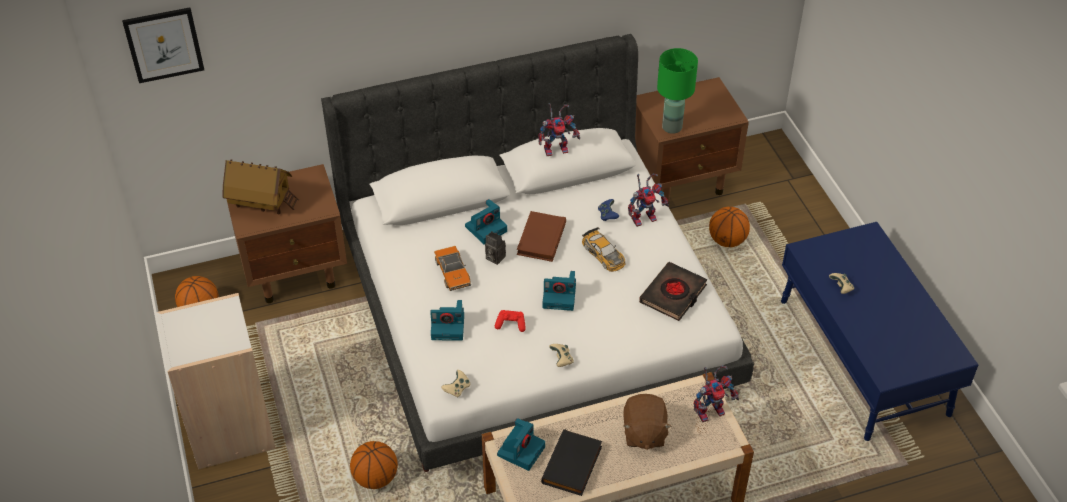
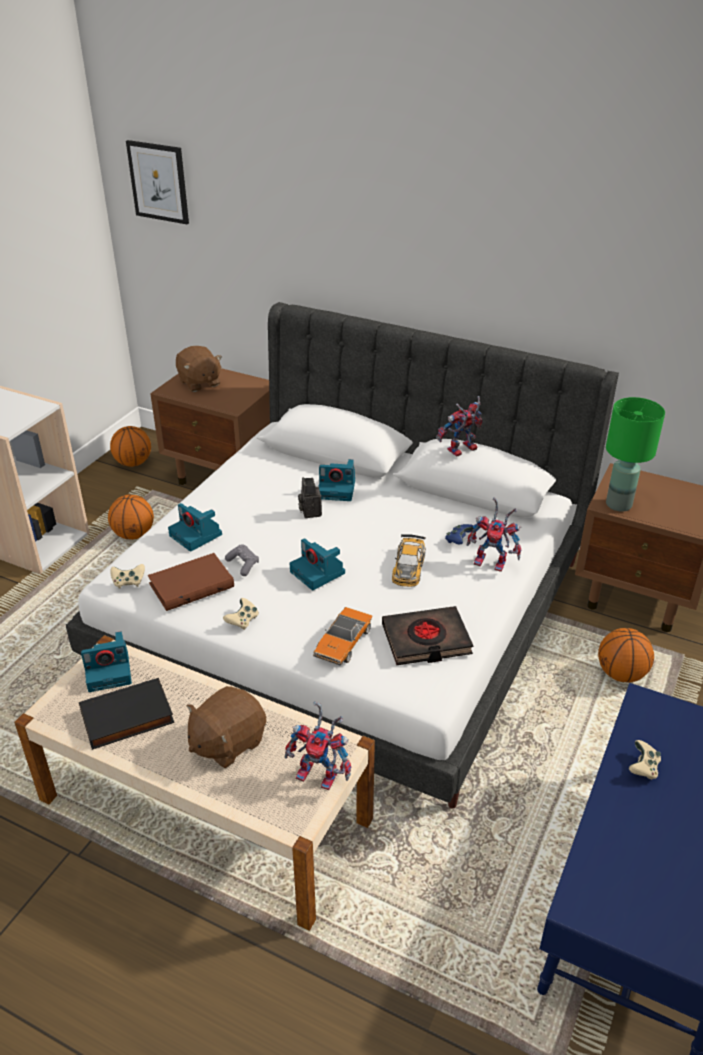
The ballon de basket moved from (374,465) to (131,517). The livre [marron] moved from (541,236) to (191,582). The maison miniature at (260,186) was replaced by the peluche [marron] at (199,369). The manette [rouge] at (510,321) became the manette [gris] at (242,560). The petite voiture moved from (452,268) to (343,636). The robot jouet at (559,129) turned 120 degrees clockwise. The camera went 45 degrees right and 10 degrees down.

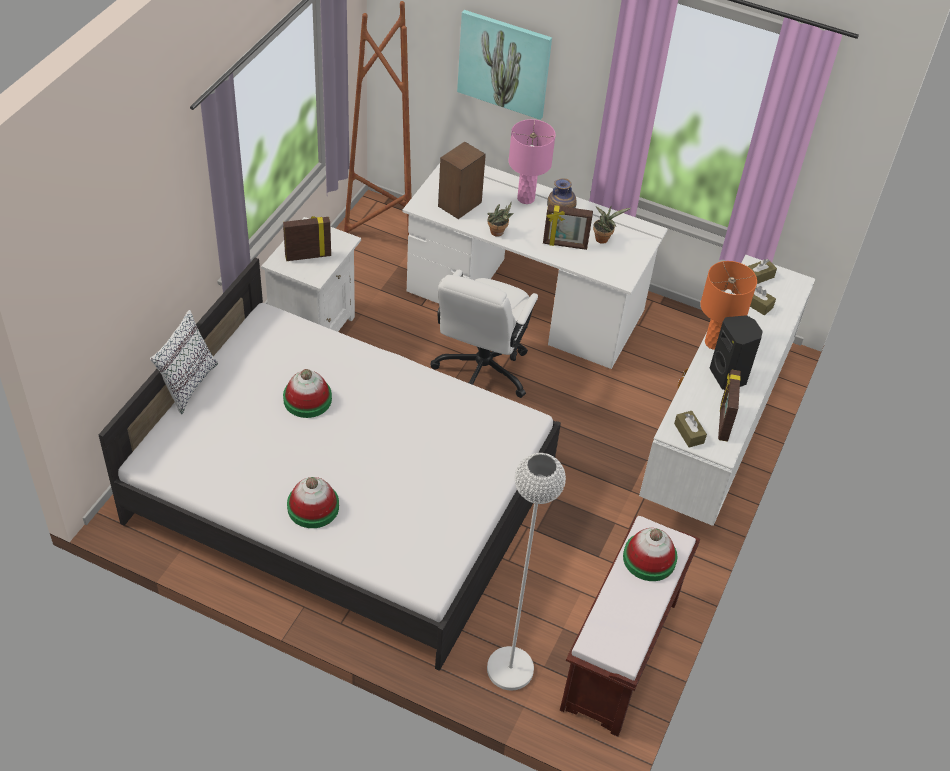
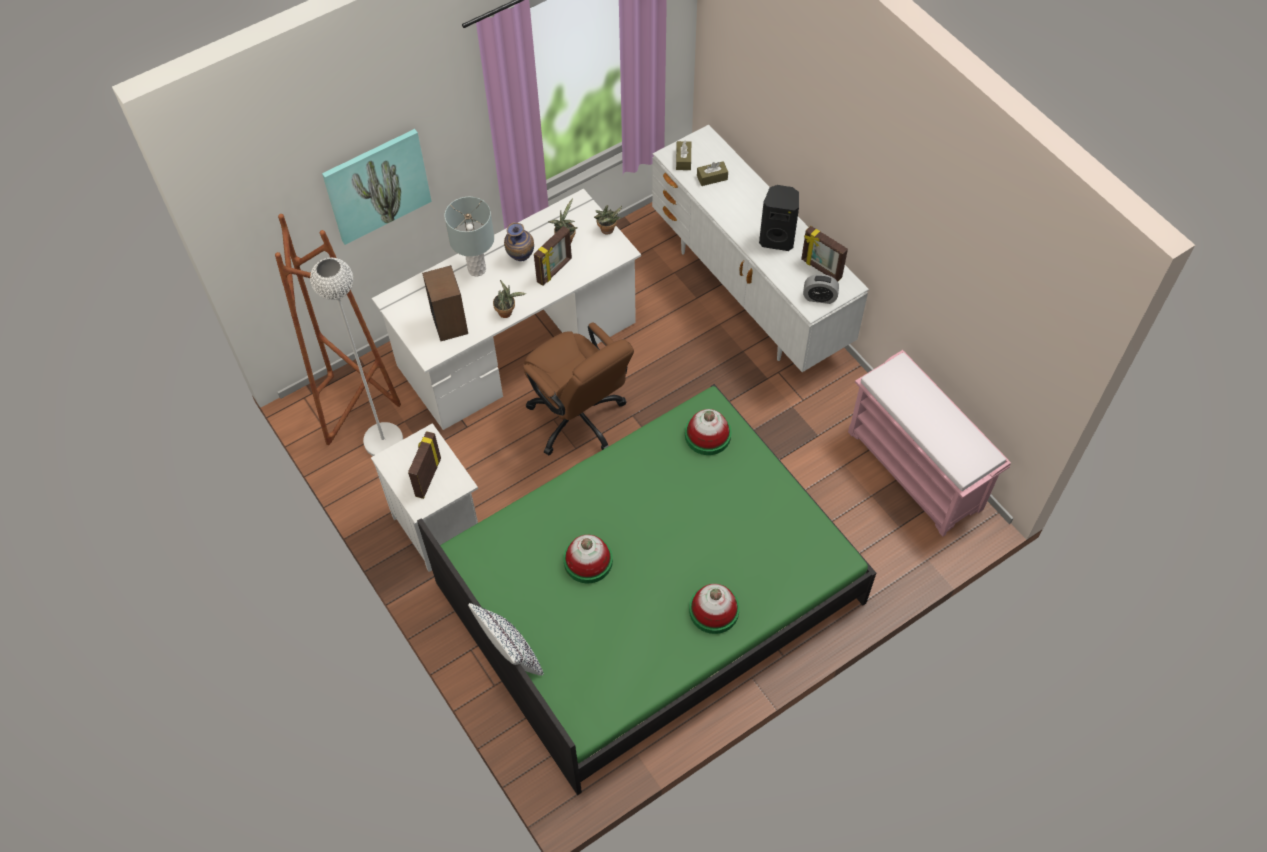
The lampadaire [blanc] moved from (526,571) to (356,357). The lit [blanc] at (330,464) became the lit [vert] at (646,589). The lampe de table [rose] at (532,161) became the lampe de table [gris] at (469,237). The chaise de bureau [blanc] at (484,334) became the chaise de bureau [marron] at (578,389). The plante en pot at (608,219) appeared. The chapeau moved from (650,554) to (708,432). The boîte à mouchoirs [marron] at (690,429) was replaced by the réveil at (821,289). The banc [marron] at (630,626) became the banc [rose] at (929,443). The lampe de table [orange] at (728,305) disappeared. The camera went 55 degrees left and 10 degrees up.

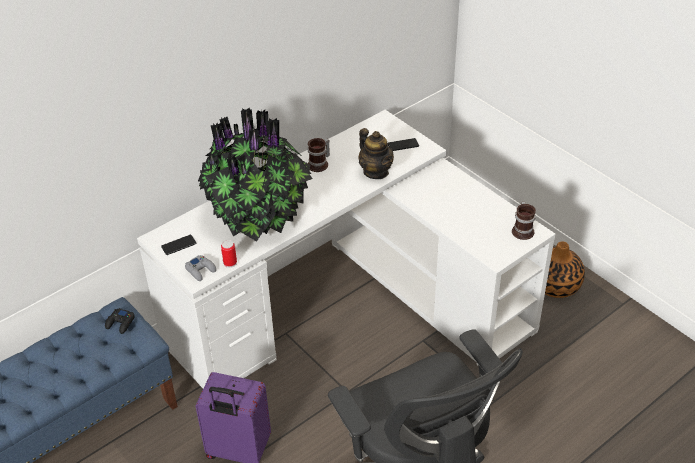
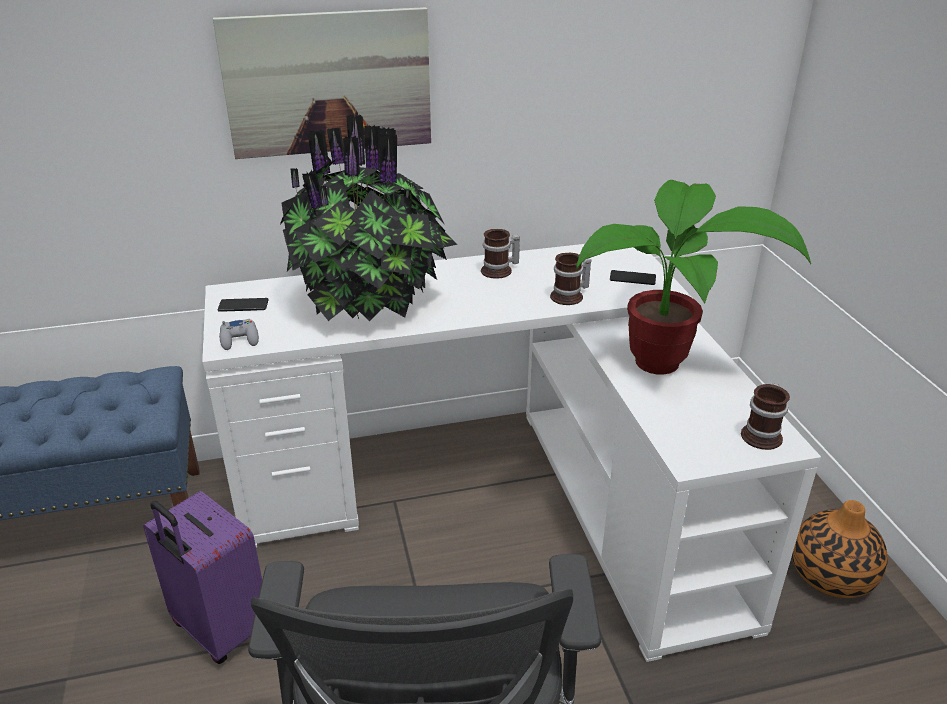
The tableau at (322,83) appeared. The théière at (376,153) was replaced by the mug at (571,279). The plante en pot at (693,277) appeared. The manette [noir] at (120,321) disappeared. The boîte métallique at (229,254) disappeared. The camera went 25 degrees right and 10 degrees down.

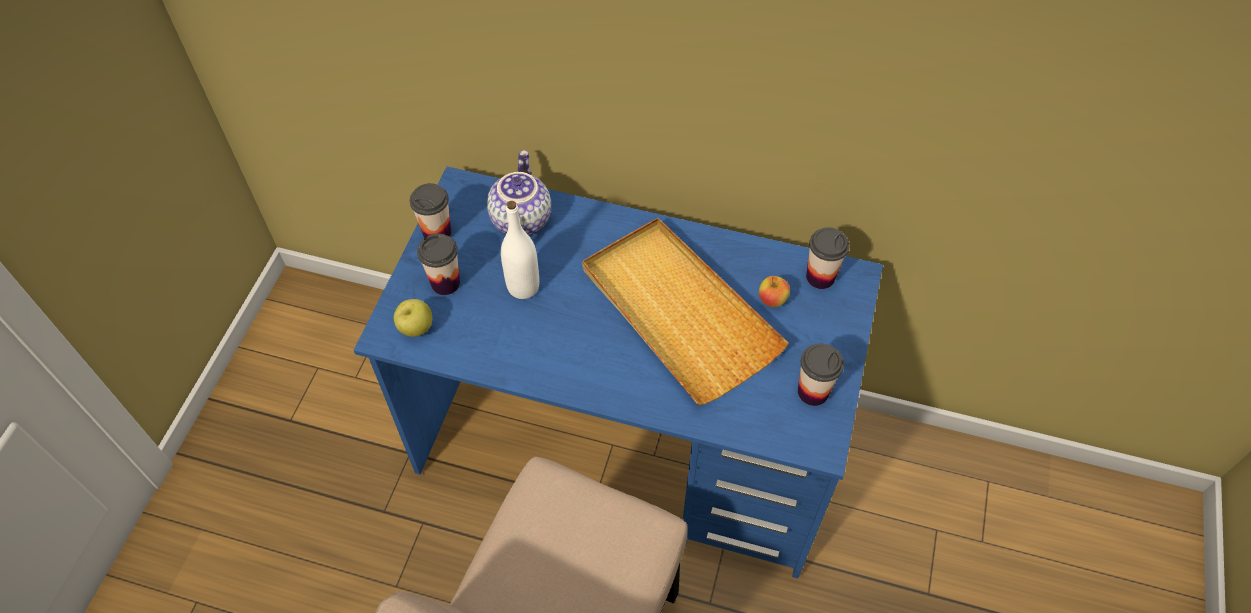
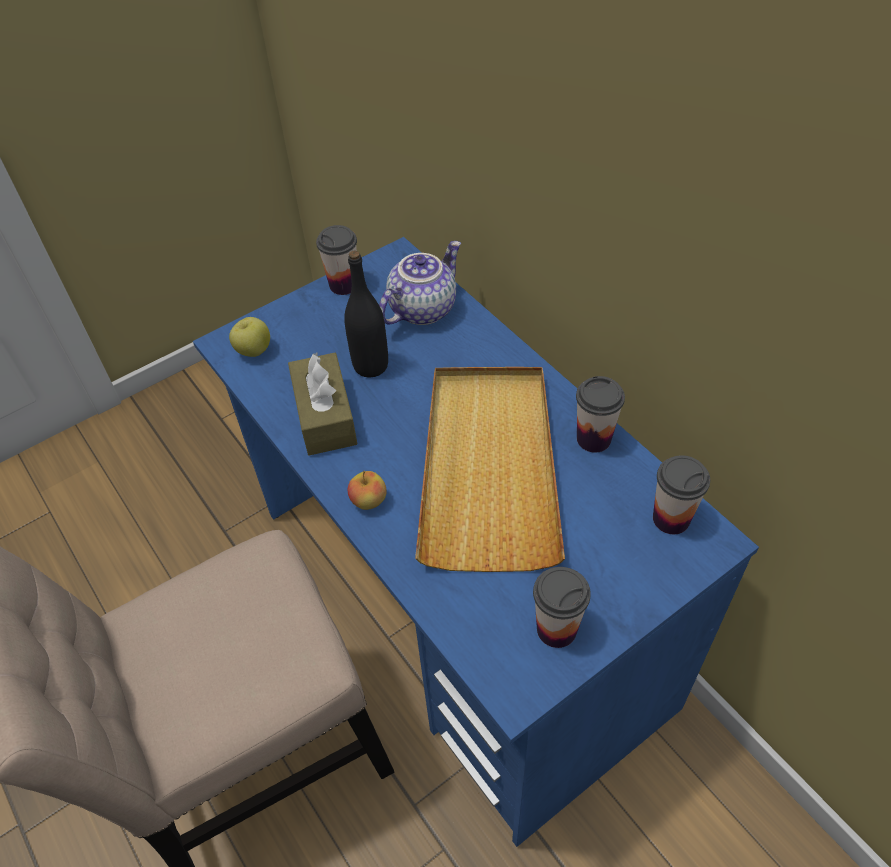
The boîte à mouchoirs [marron] at (322,404) appeared. The bouteille [blanc] at (520,250) became the bouteille [noir] at (366,313). The pomme moved from (774,291) to (367,490). The tasse moved from (438,264) to (600,414). The camera went 40 degrees right and 5 degrees down.

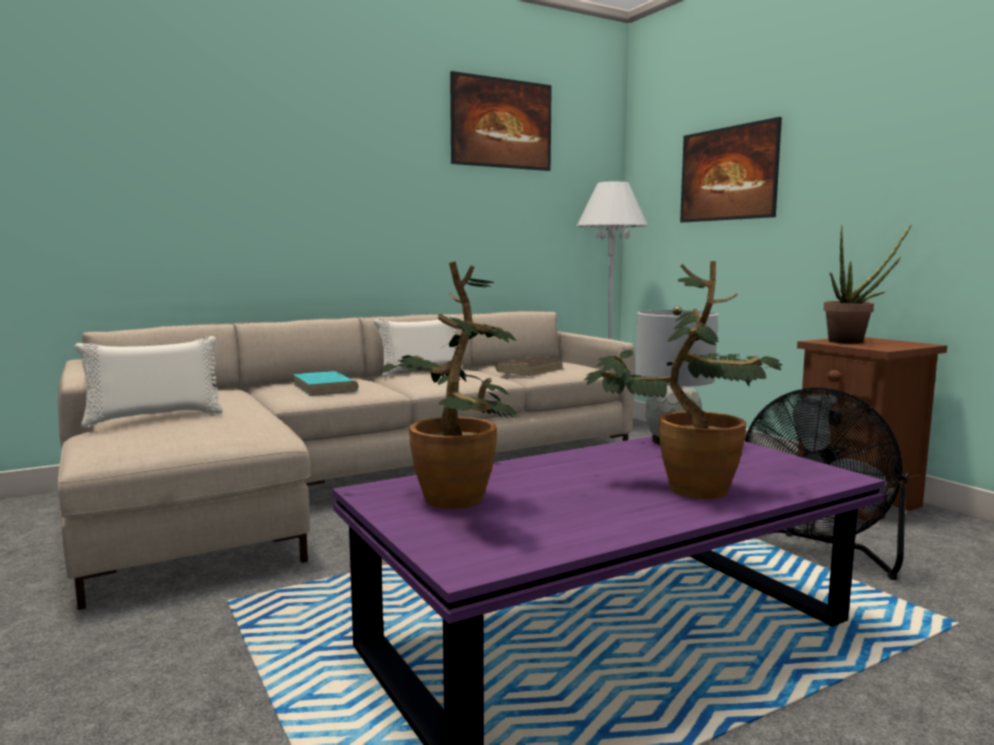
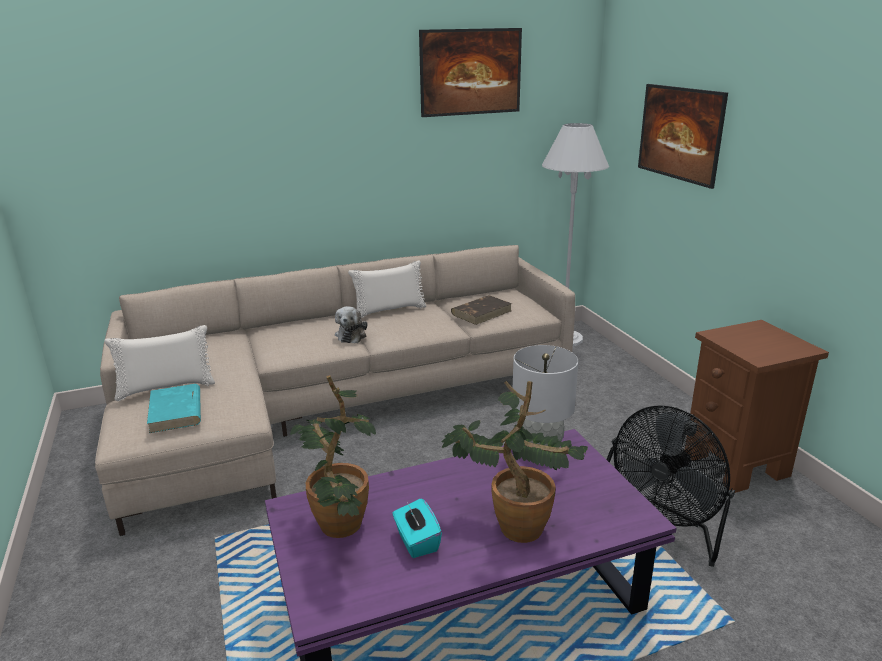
The livre [turquoise] moved from (325,383) to (174,408). The peluche at (351,324) appeared. The boîte à mouchoirs [turquoise] at (417,528) appeared. The plante en pot at (868,283) disappeared. The camera went 10 degrees right and 15 degrees up.

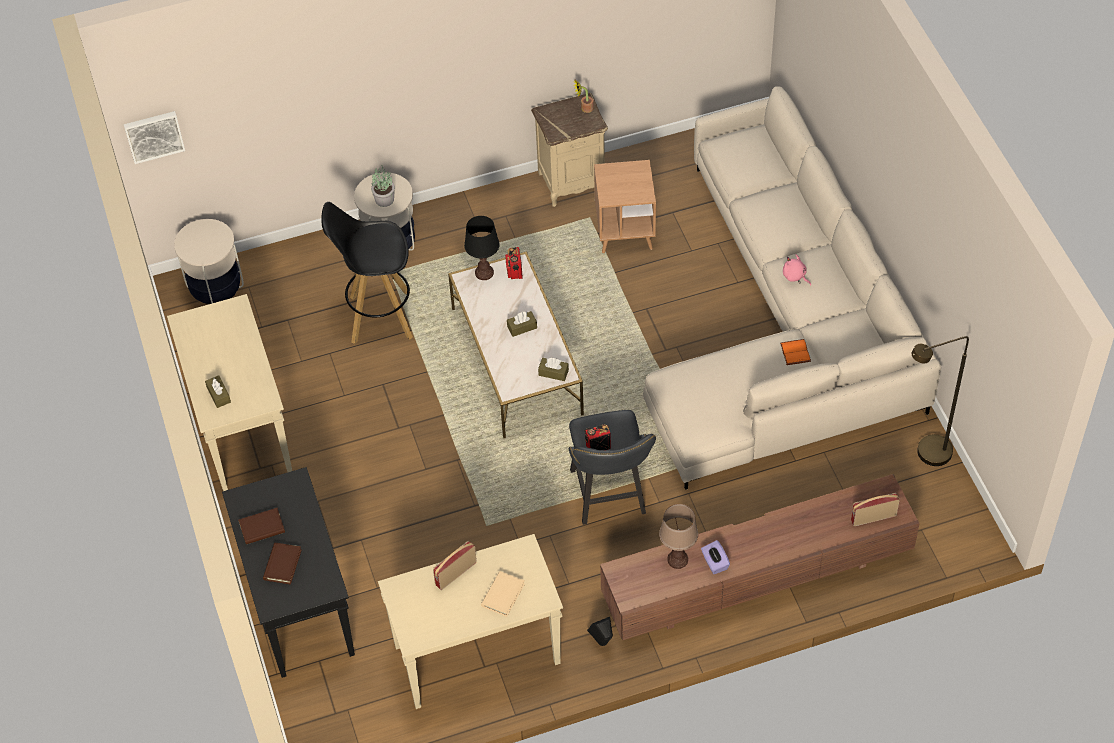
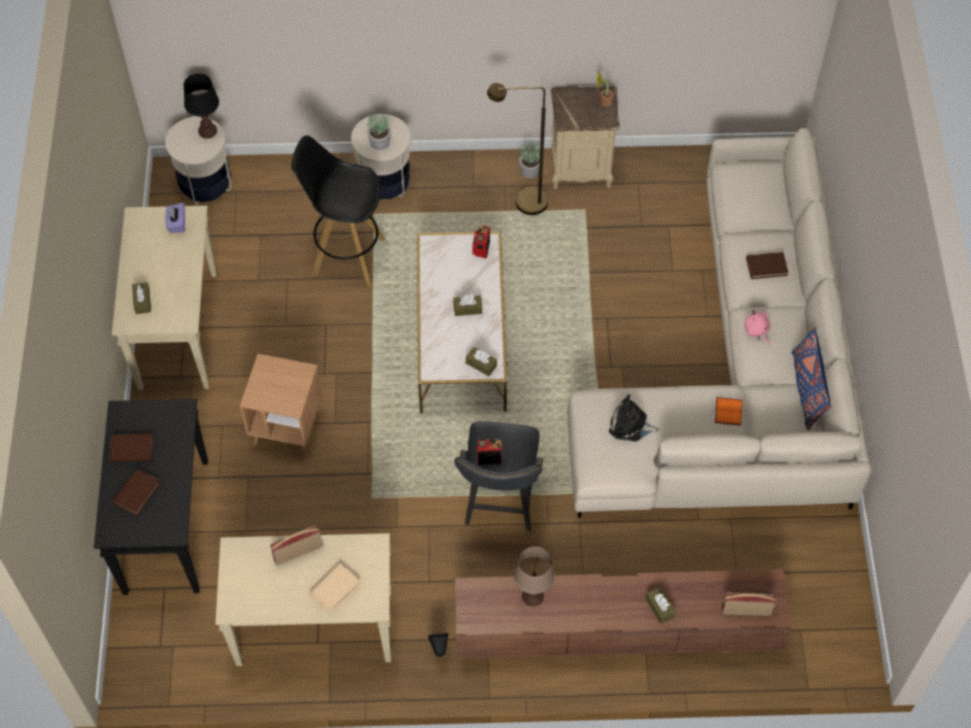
The boîte à mouchoirs [violet] moved from (715,557) to (175,218). The lampe de table [noir] moved from (482,248) to (201,105). The table d'appoint [marron] moved from (625,206) to (281,404). The lampadaire [marron] moved from (940,401) to (517,149). The plante en pot at (529,159) appeared. The peluche at (634,418) appeared. The boîte à mouchoirs [marron] at (660,605) appeared. The livre [marron] at (767,265) appeared. The coussin [bleu] at (811,378) appeared. The tableau at (154,137) disappeared. The camera went 15 degrees right and 5 degrees up.

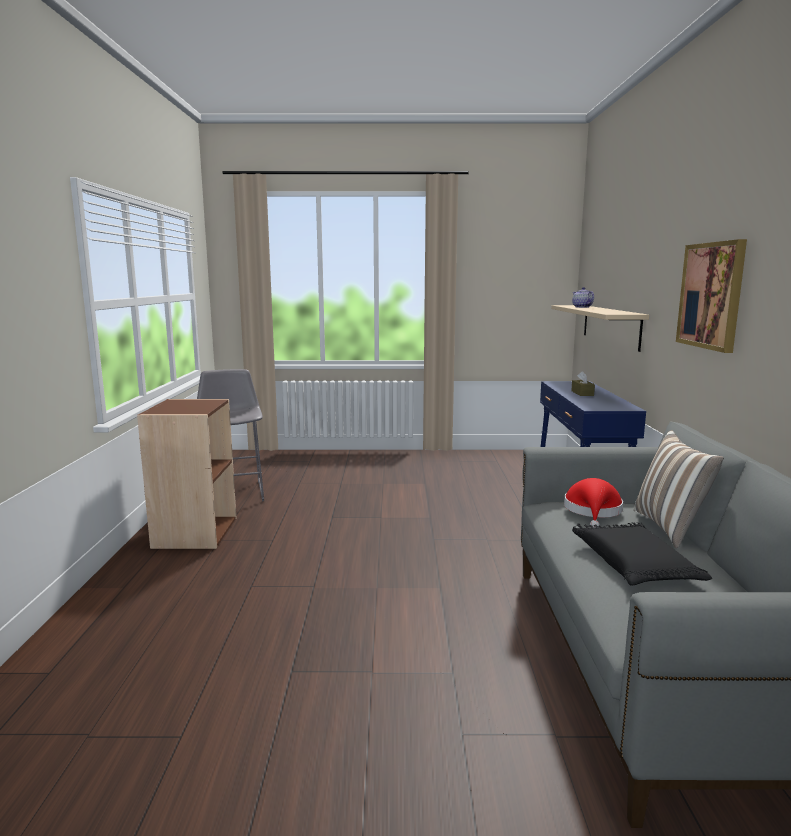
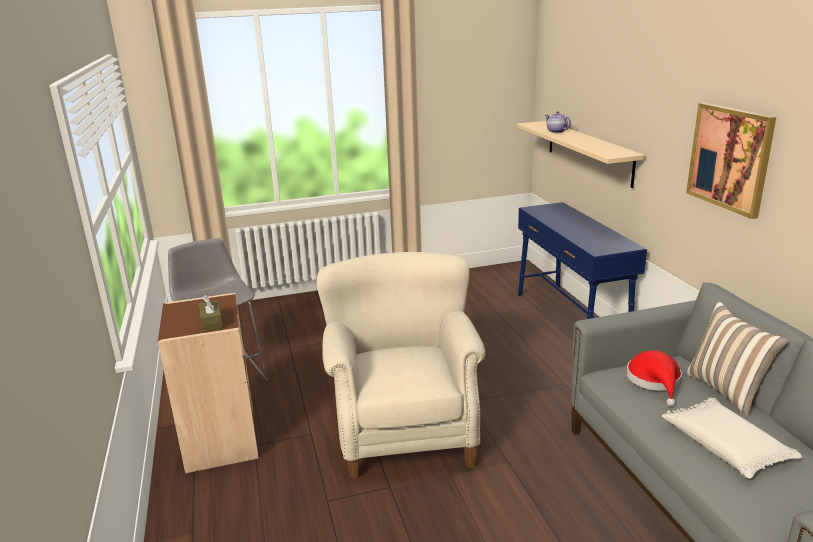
The boîte à mouchoirs [marron] moved from (583,383) to (211,313). The fauteuil [beige] at (401,365) appeared. The coussin [noir] at (642,554) became the coussin [blanc] at (732,438). The camera went 15 degrees left and 10 degrees up.

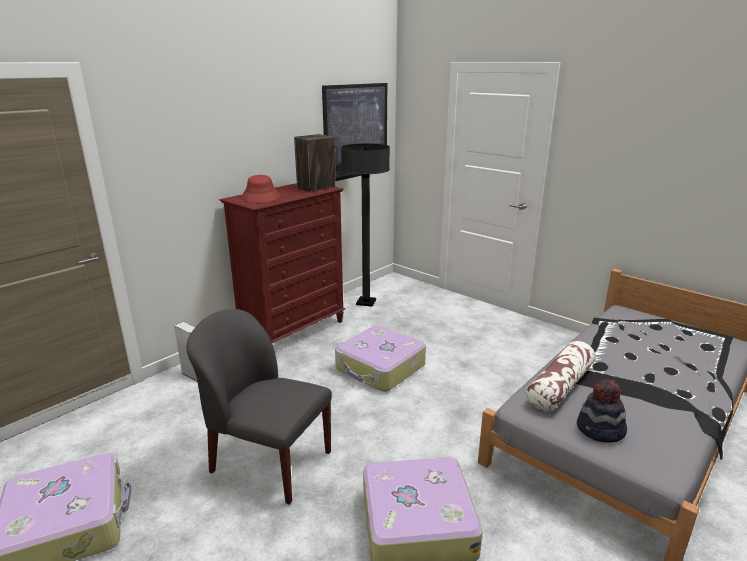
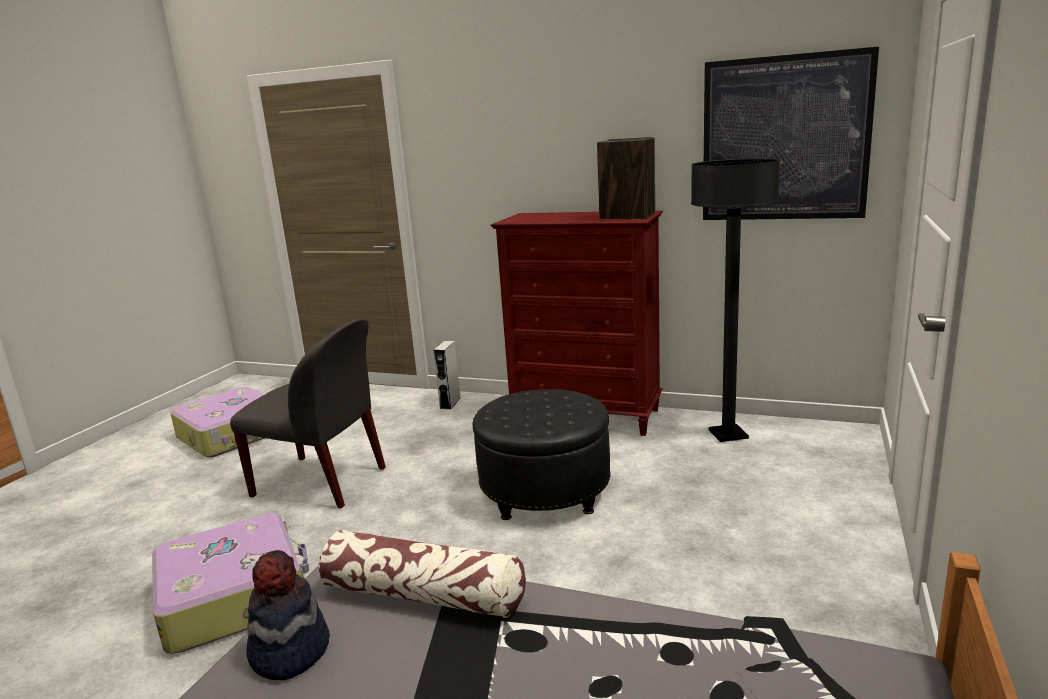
The chaise [gris] at (259,407) turned 105 degrees clockwise. The valise at (380,358) was replaced by the pouf [noir] at (541,454). The chapeau [rouge] at (260,189) disappeared. The camera went 70 degrees right and 5 degrees down.

